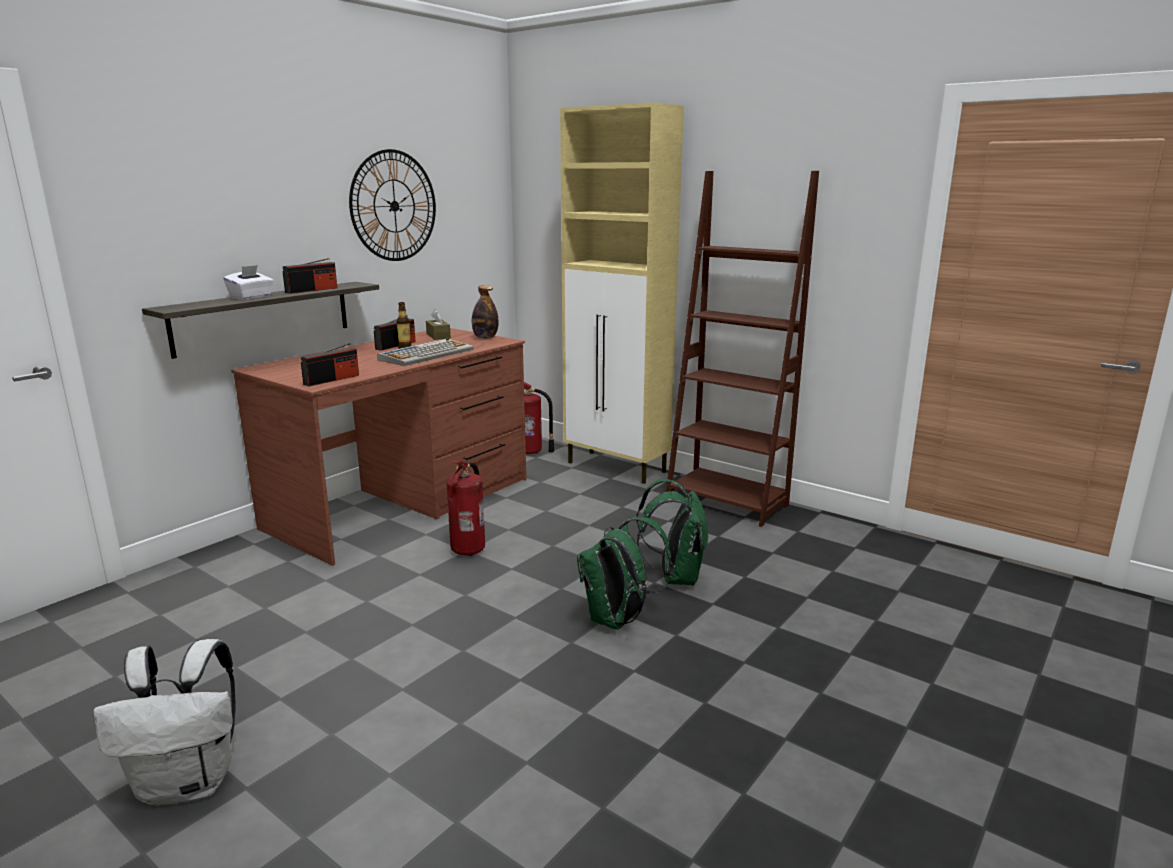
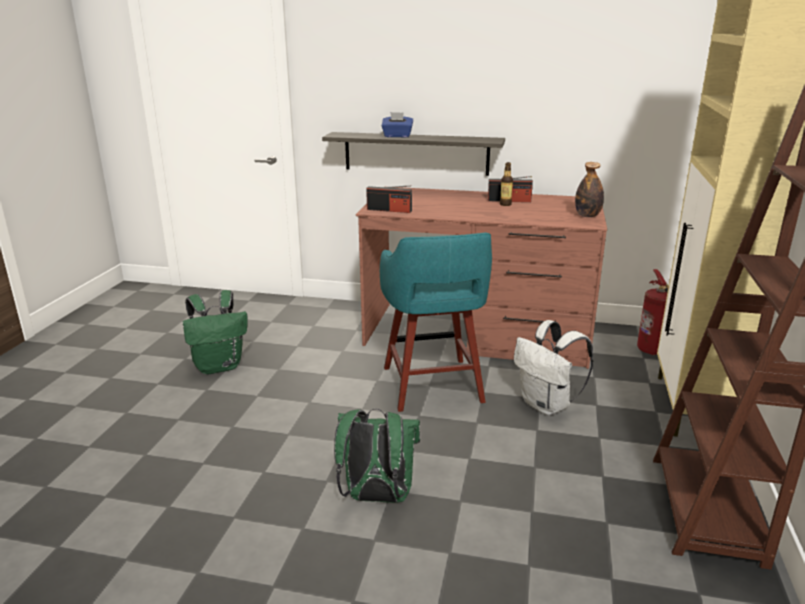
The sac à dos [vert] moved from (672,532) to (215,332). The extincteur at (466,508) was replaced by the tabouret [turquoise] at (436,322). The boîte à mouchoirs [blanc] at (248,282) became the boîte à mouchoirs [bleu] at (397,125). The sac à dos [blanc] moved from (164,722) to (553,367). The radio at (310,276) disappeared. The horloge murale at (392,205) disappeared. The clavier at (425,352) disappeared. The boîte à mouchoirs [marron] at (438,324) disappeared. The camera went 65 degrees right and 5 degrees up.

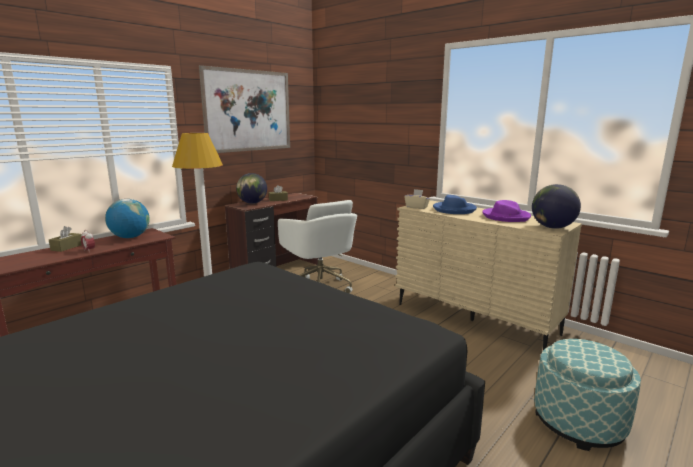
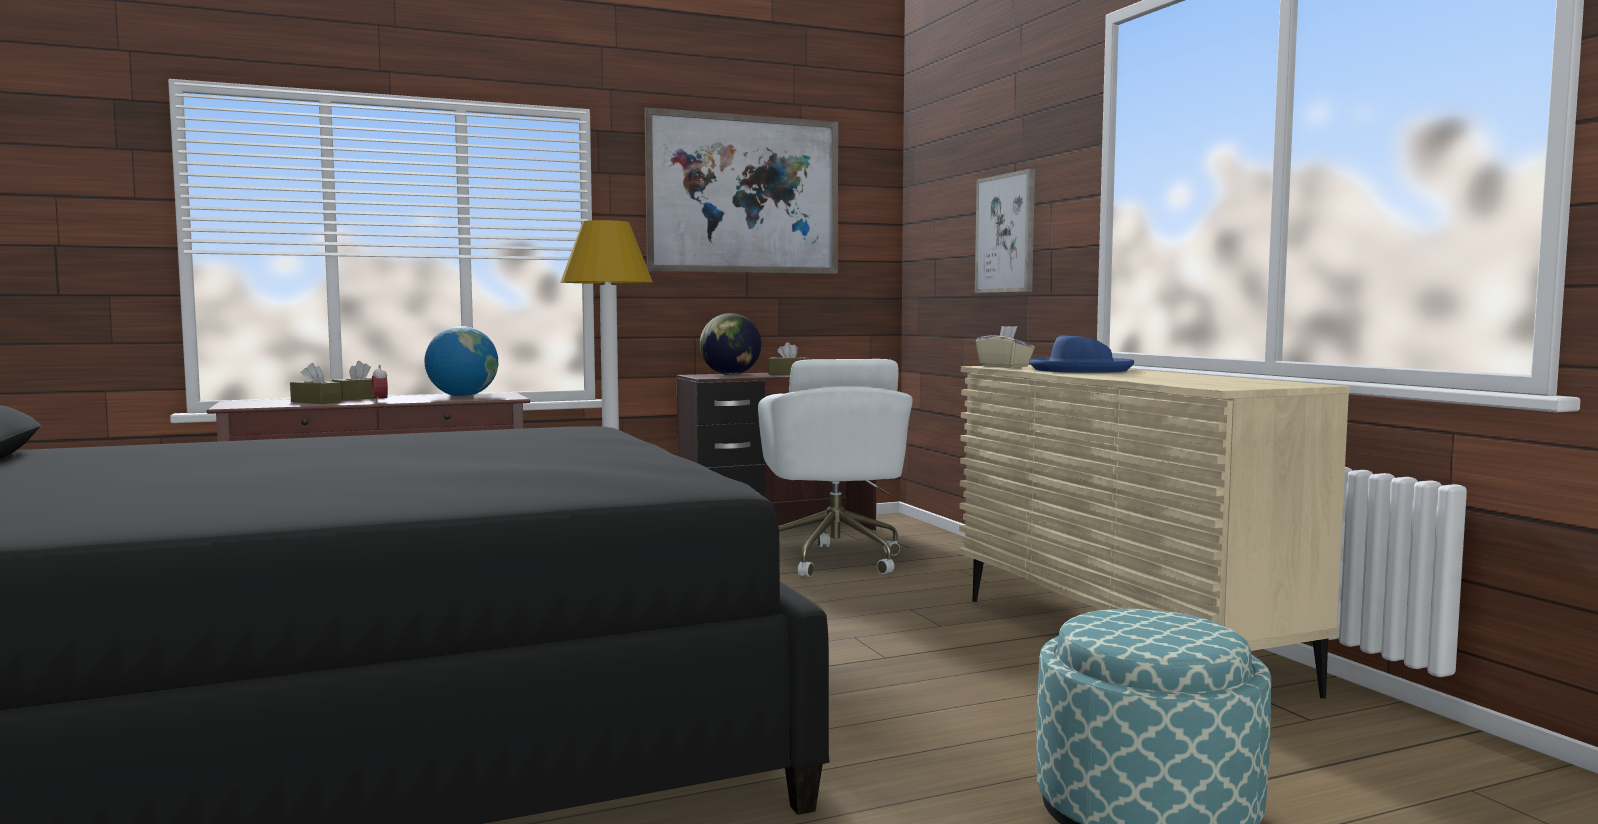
The boîte à mouchoirs [marron] at (316,383) appeared. The tableau at (1005,231) appeared. The chapeau [violet] at (506,211) disappeared. The globe at (556,206) disappeared. The camera went 25 degrees right and 10 degrees down.

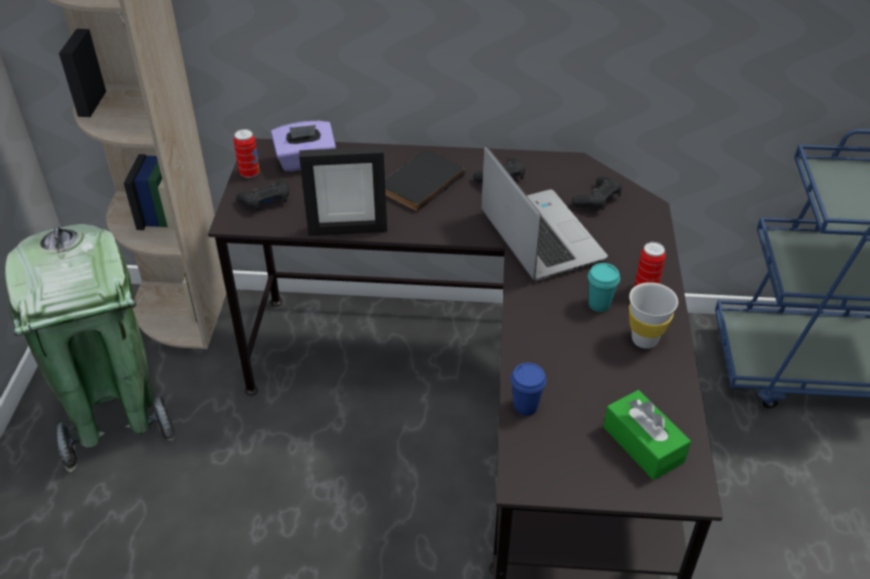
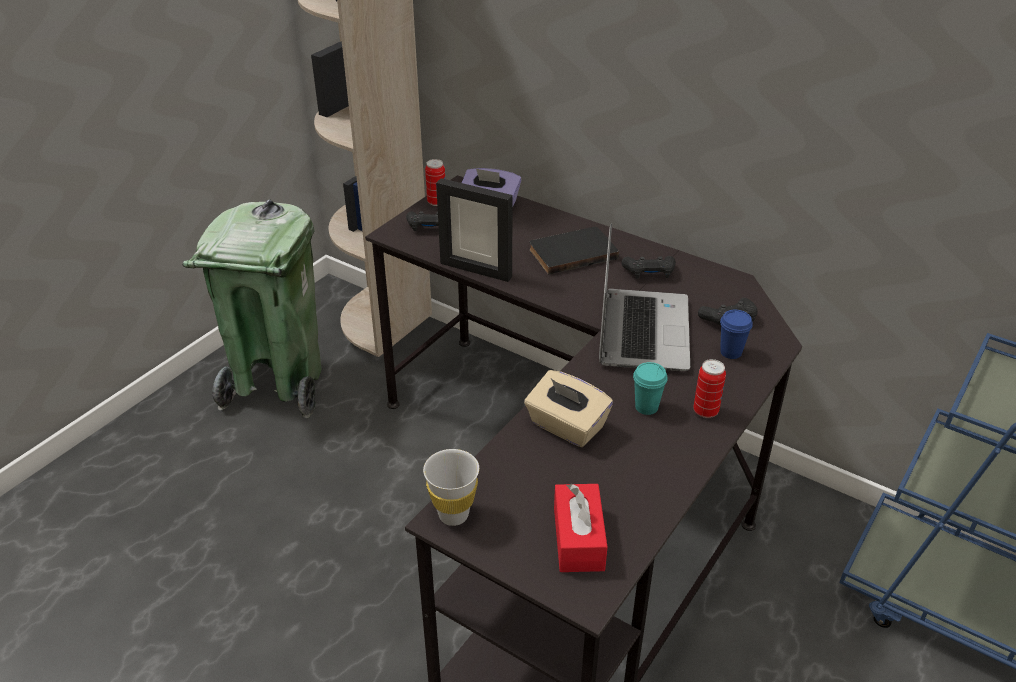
The tasse [blanc] moved from (653,315) to (451,487). The boîte à mouchoirs [beige] at (568,408) appeared. The boîte à mouchoirs [vert] at (647,435) became the boîte à mouchoirs [rouge] at (580,528). The tasse [bleu] moved from (528,389) to (736,334). The camera went 30 degrees right and 5 degrees down.

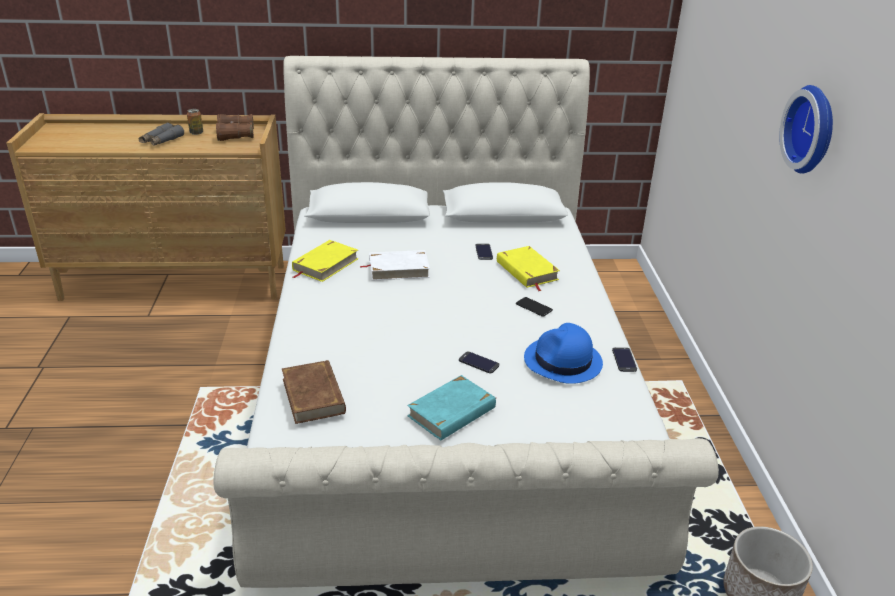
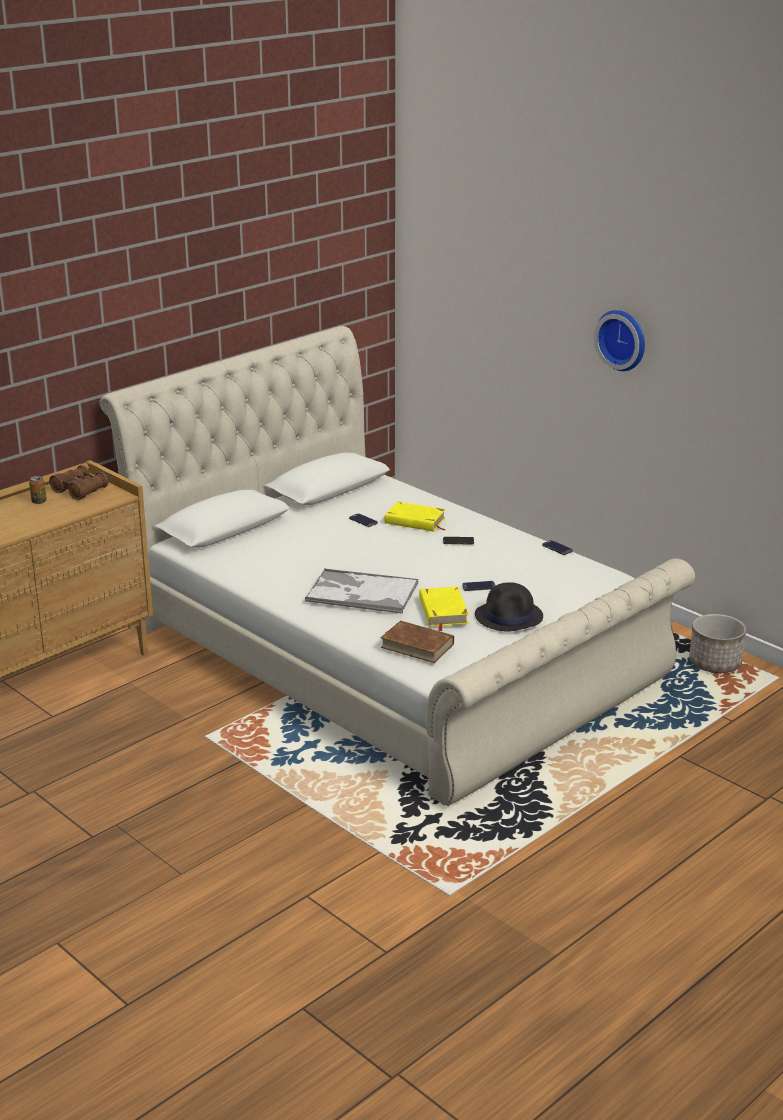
The plateau at (361,591) appeared. The livre [jaune] moved from (325,261) to (444,609). The livre [turquoise] at (451,408) was replaced by the chapeau [noir] at (509,607). The jumelles [gris] at (161,133) disappeared. The livre [blanc] at (395,265) disappeared. The chapeau [bleu] at (563,353) disappeared. The camera went 40 degrees left and 5 degrees down.

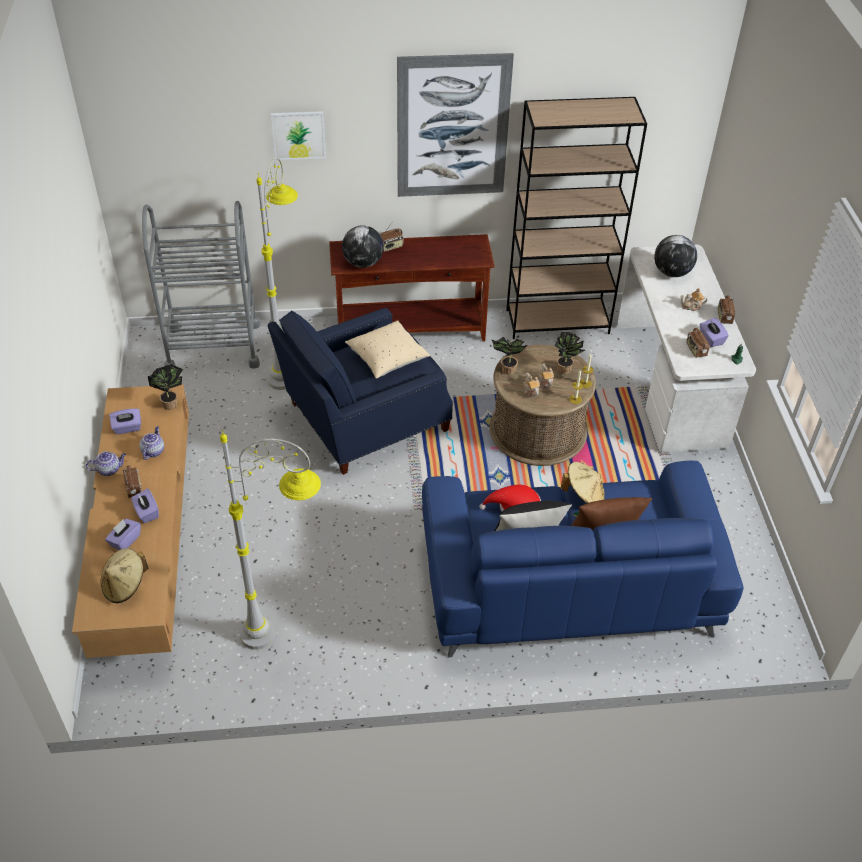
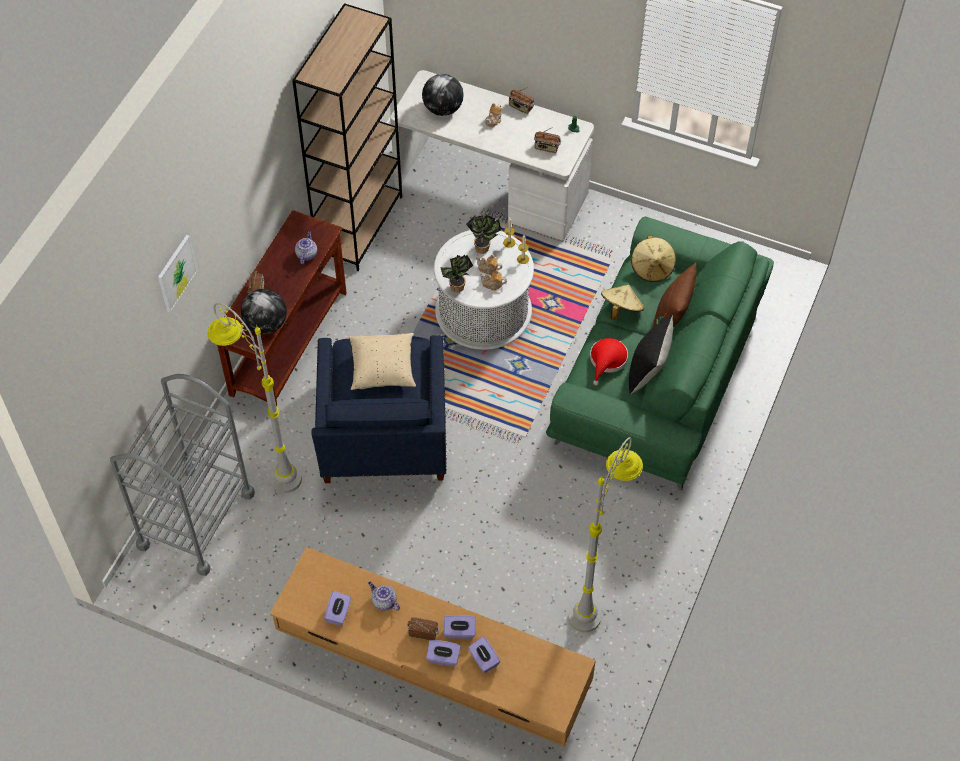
The théière moved from (106,463) to (306,247). The boîte à mouchoirs [violet] moved from (714,332) to (443,653). The table basse [marron] at (543,405) became the table basse [blanc] at (484,290). The canapé [bleu] at (583,559) became the canapé [vert] at (660,353). The chapeau [beige] moved from (124,575) to (653,258). The plante en pot at (165,387) disappeared. The tableau at (455,125) disappeared. The camera went 60 degrees left and 10 degrees up.

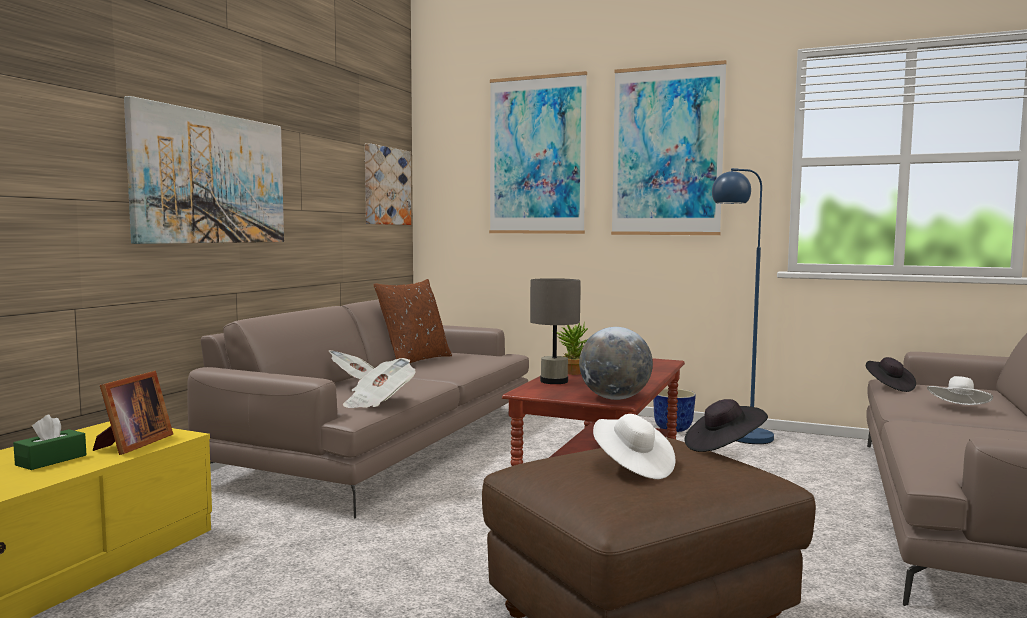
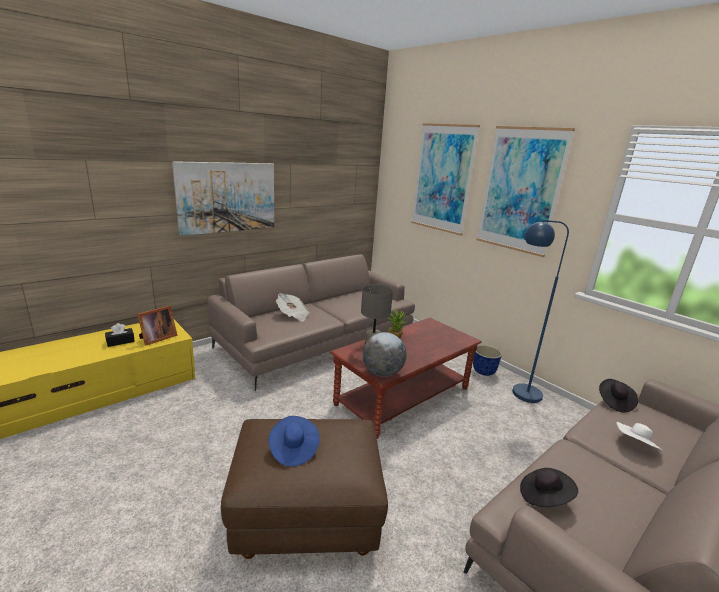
The boîte à mouchoirs [vert] at (49,442) became the boîte à mouchoirs [noir] at (120,335). The chapeau [blanc] at (634,446) became the chapeau [bleu] at (294,441). The chapeau [noir] moved from (726,425) to (549,487). The journal at (379,383) disappeared. The tableau at (388,184) disappeared. The coussin [marron] at (413,321) disappeared. The camera went 25 degrees right and 15 degrees up.

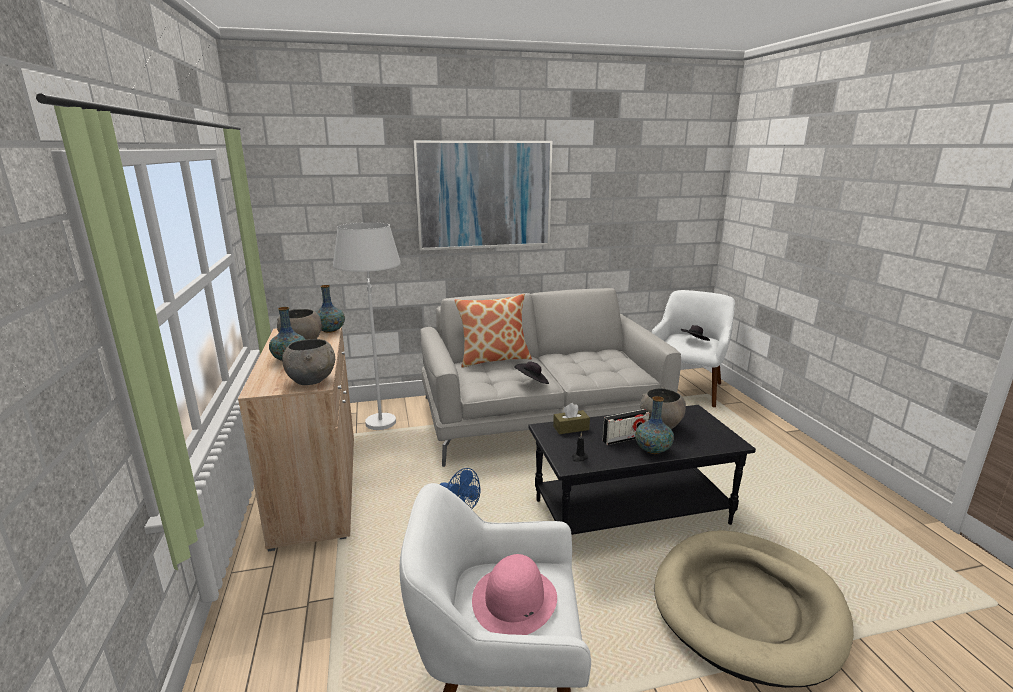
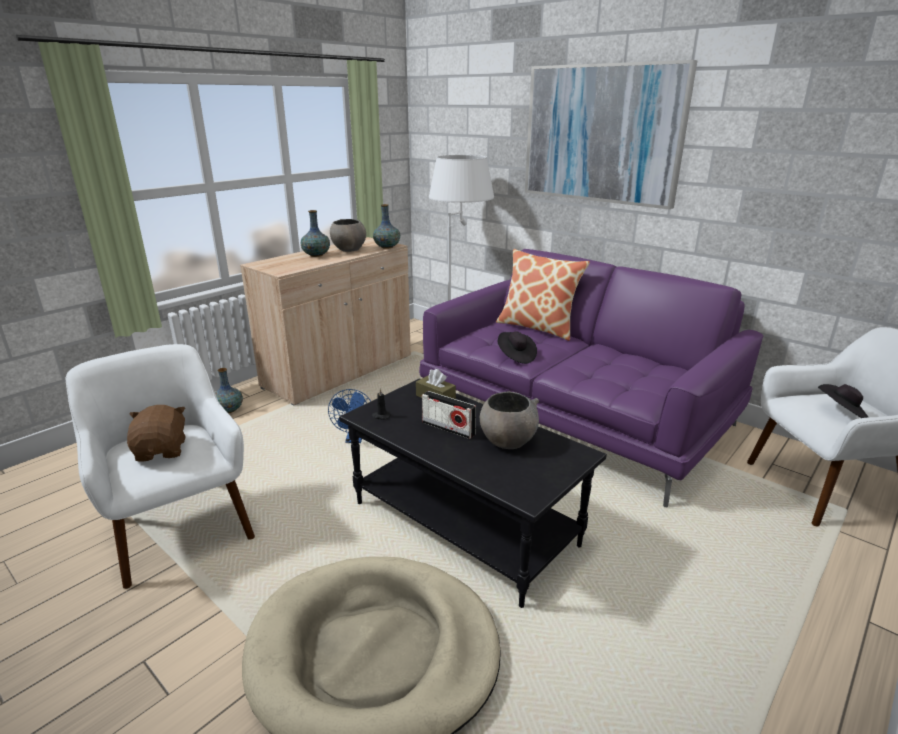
The chapeau [rose] at (514,594) was replaced by the peluche [marron] at (156,433). The vase moved from (654,425) to (229,390). The canapé [gris] at (551,377) became the canapé [violet] at (591,378). The bol [gris] at (308,362) disappeared. The camera went 55 degrees right and 5 degrees up.

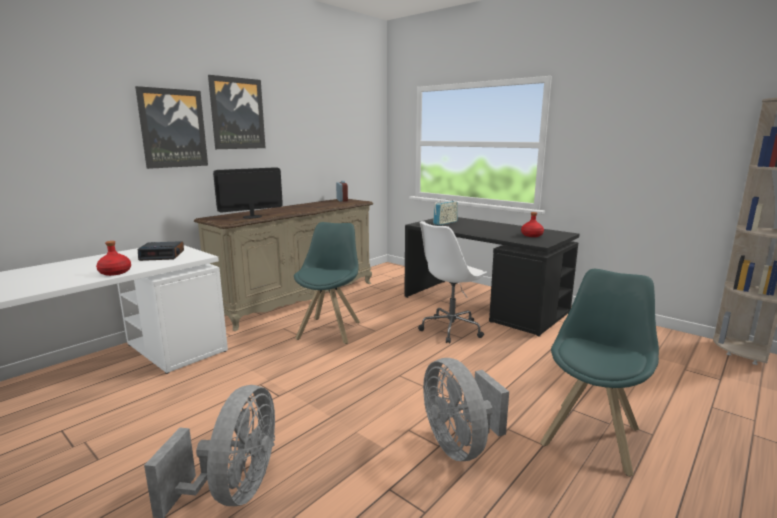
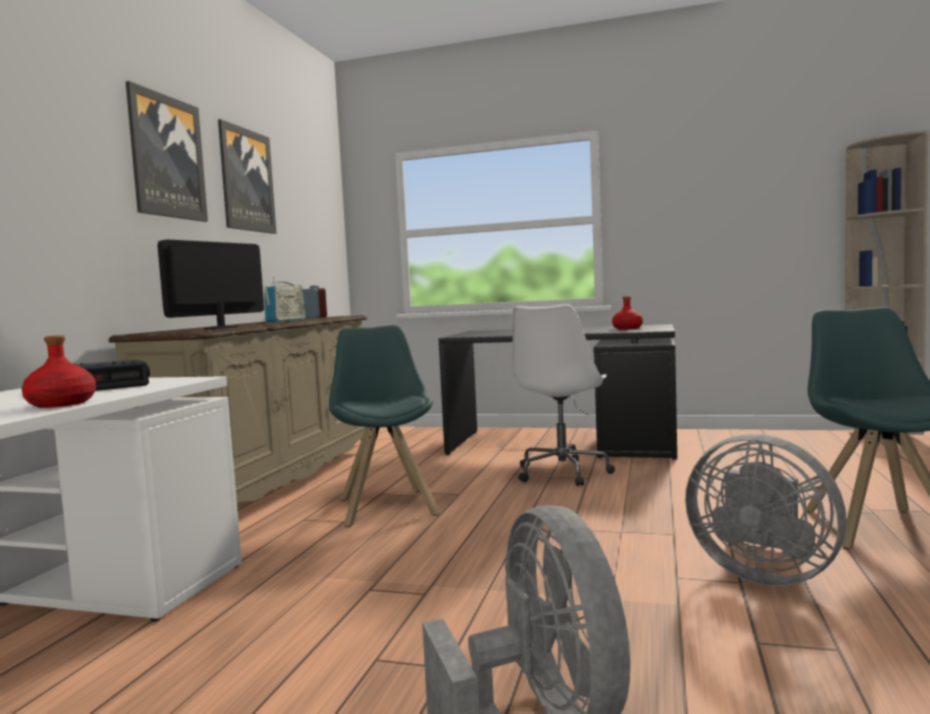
The tableau moved from (171,127) to (247,176). The radio moved from (445,211) to (285,299). The camera went 25 degrees left and 10 degrees down.

